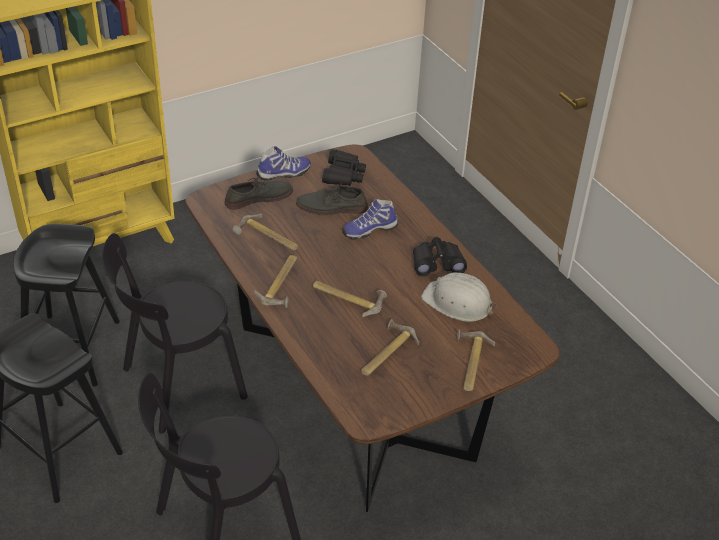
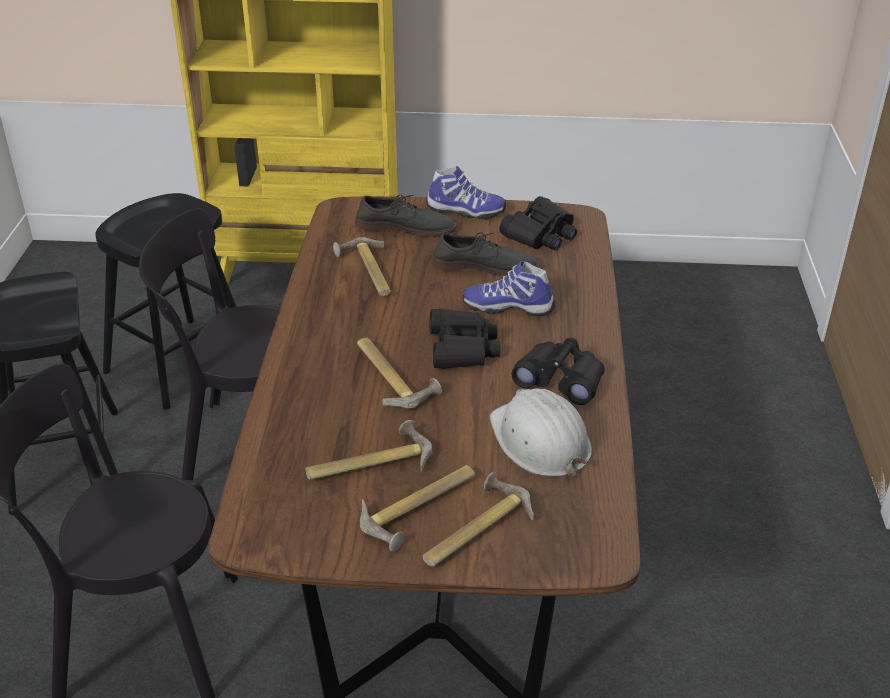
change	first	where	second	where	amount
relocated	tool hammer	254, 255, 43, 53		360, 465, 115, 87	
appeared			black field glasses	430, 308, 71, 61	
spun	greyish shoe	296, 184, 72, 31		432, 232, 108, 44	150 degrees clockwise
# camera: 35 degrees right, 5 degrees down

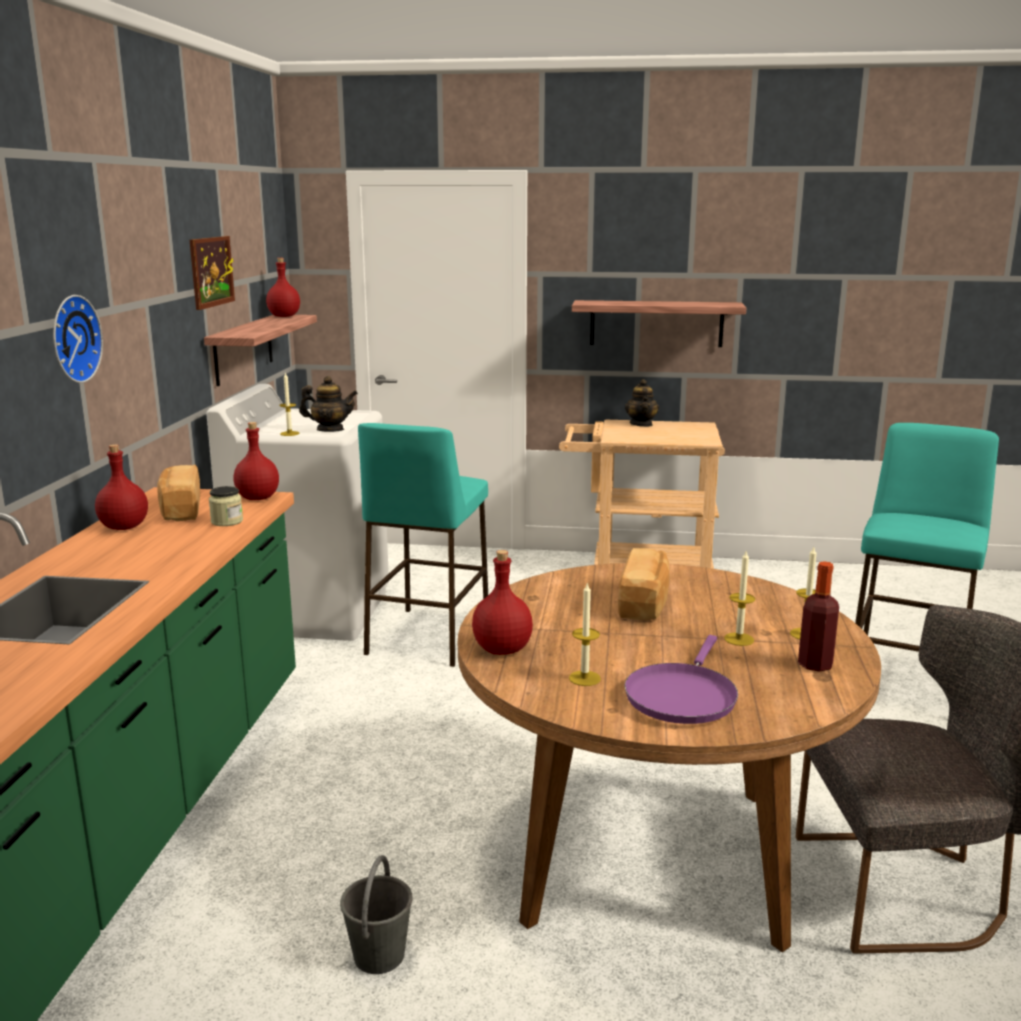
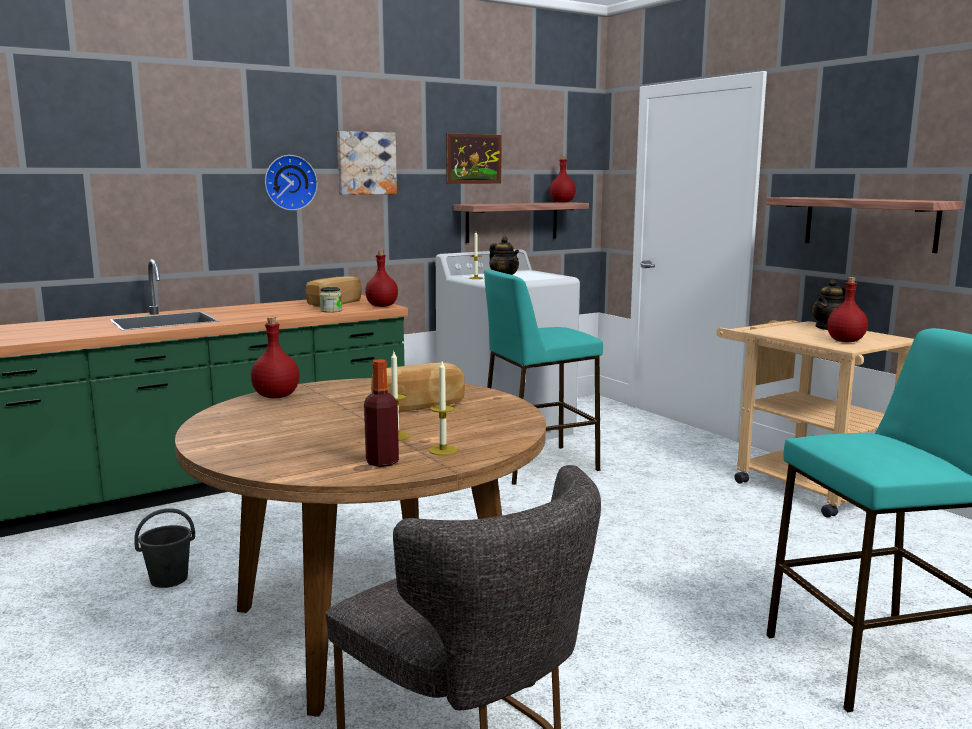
change	first	where	second	where	amount
appeared			picture	337, 131, 60, 64	
relocated	red beverage bottle	95, 444, 53, 86		827, 277, 41, 65	
missing	wax candle	569, 582, 32, 104			
missing	purplish pan	624, 635, 114, 89			
# camera: 50 degrees right, 5 degrees down

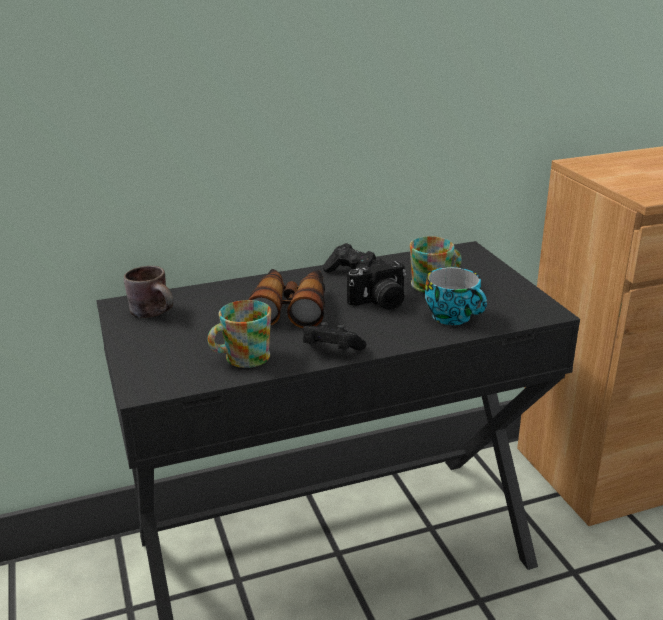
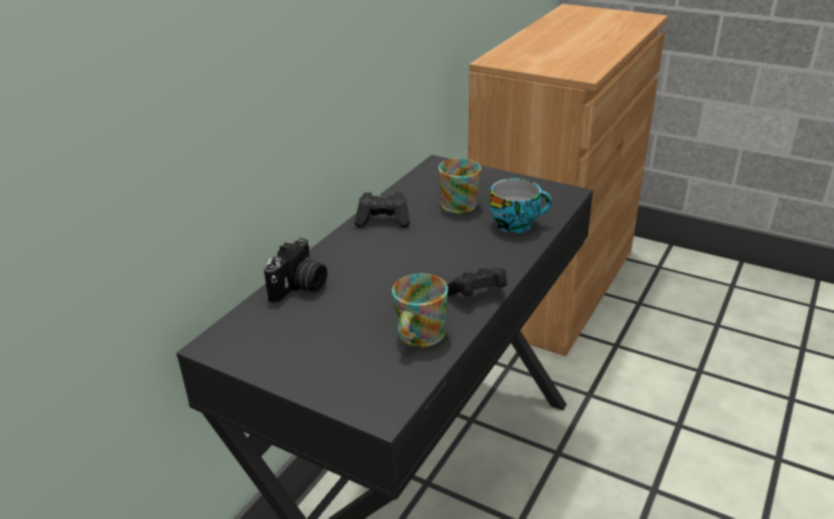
change	first	where	second	where	amount
relocated	still camera	347, 259, 59, 51		264, 238, 63, 65	
missing	brown coffee mug	124, 266, 49, 52			
missing	field glasses	248, 269, 77, 59			
# camera: 40 degrees left, 5 degrees up

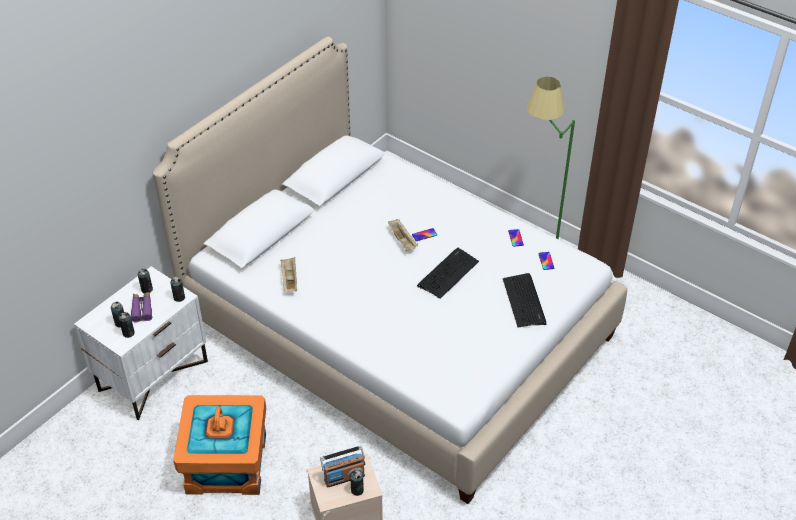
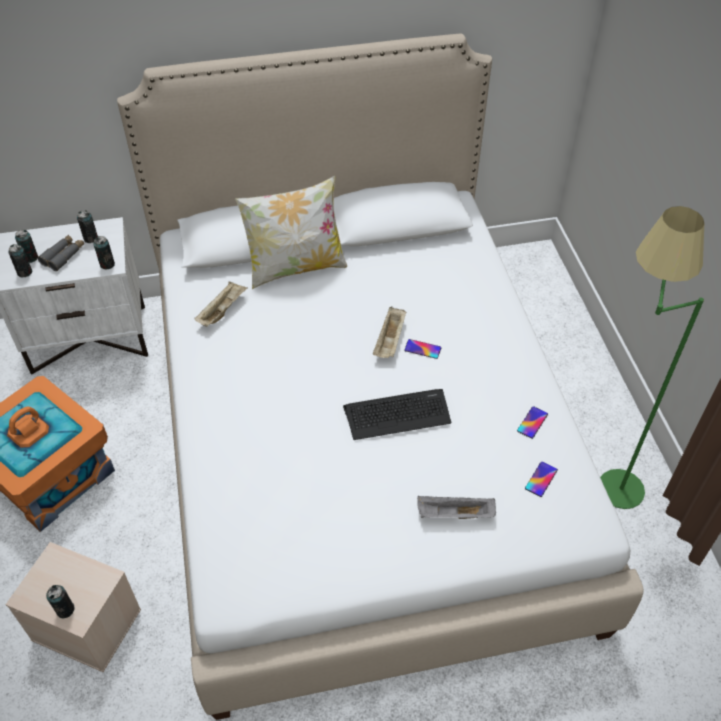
change	first	where	second	where	amount
colour	purplish field glasses	131, 292, 21, 30	greyish field glasses	38, 235, 46, 36	
appeared			cushion	235, 176, 112, 113	
exchanged	computer keyboard	503, 273, 43, 54	greyish tray	417, 496, 79, 23	
missing	radio	320, 446, 45, 42			
# camera: 40 degrees right, 5 degrees up

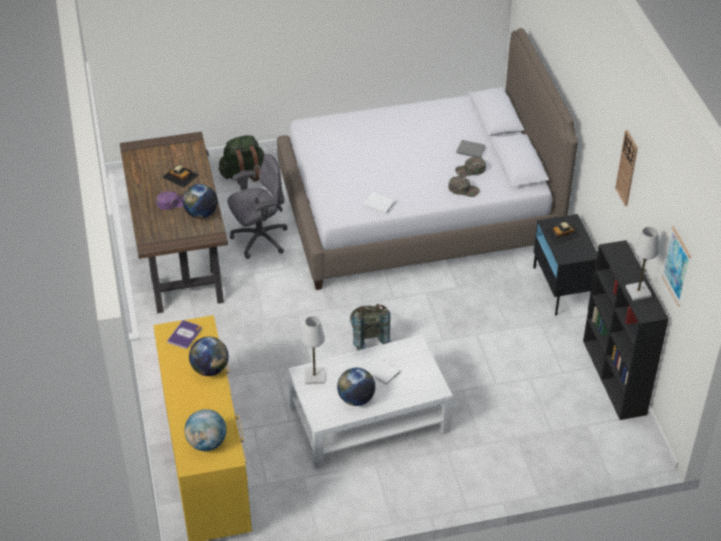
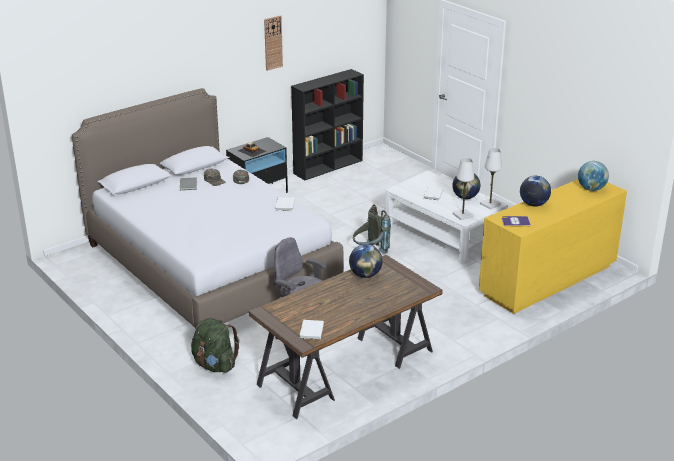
change	first	where	second	where	amount
appeared			whitish volume	300, 320, 24, 20	
relocated	whitish lamp for a table	625, 227, 34, 74		480, 148, 22, 61	
missing	purplish cap	156, 191, 28, 19			
missing	model car	162, 165, 37, 23			
missing	picture	661, 226, 30, 80			
# camera: 115 degrees left, 15 degrees down

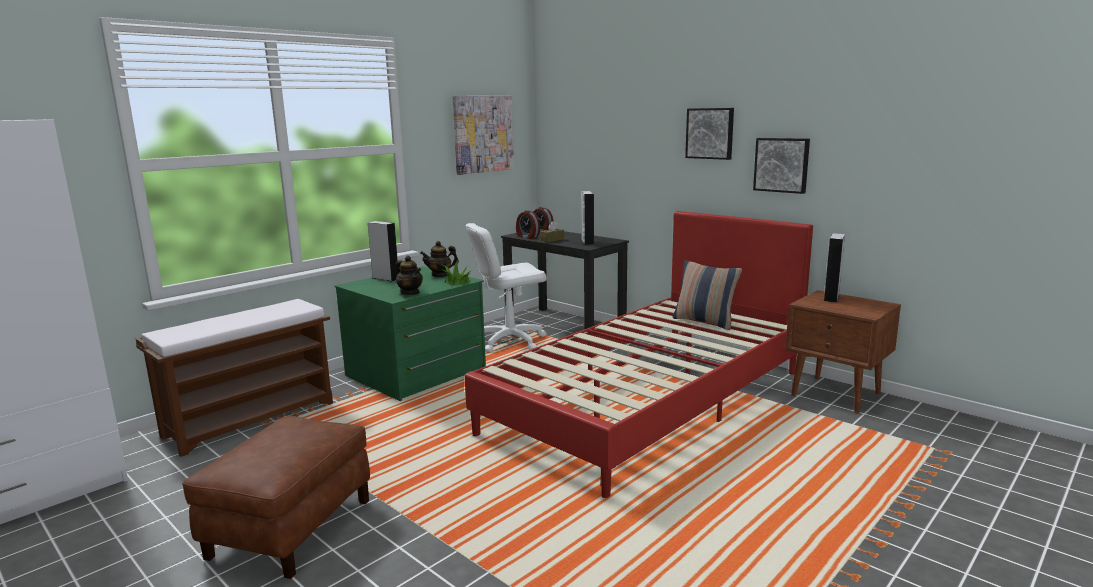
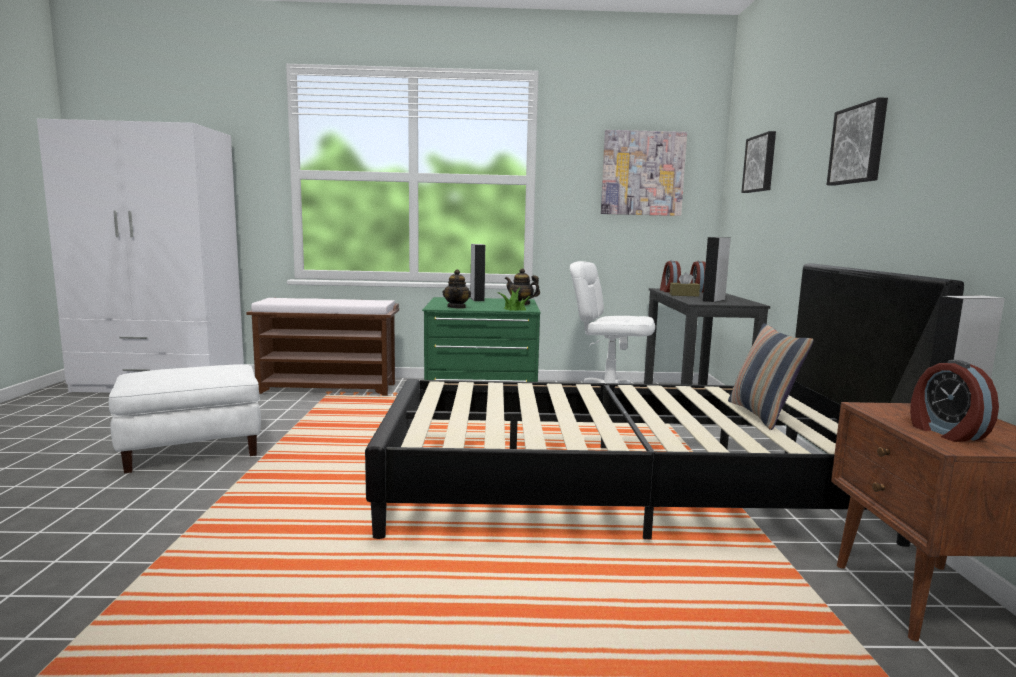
change	first	where	second	where	amount
colour	brown pouffe	182, 415, 188, 164	whitish pouffe	109, 364, 152, 109	
colour	red bed	465, 211, 348, 287	black bed	365, 263, 599, 284	
relocated	picture	753, 138, 57, 56		741, 131, 35, 62	
appeared			alarm clock	910, 360, 89, 82	
# camera: 45 degrees right, 5 degrees down

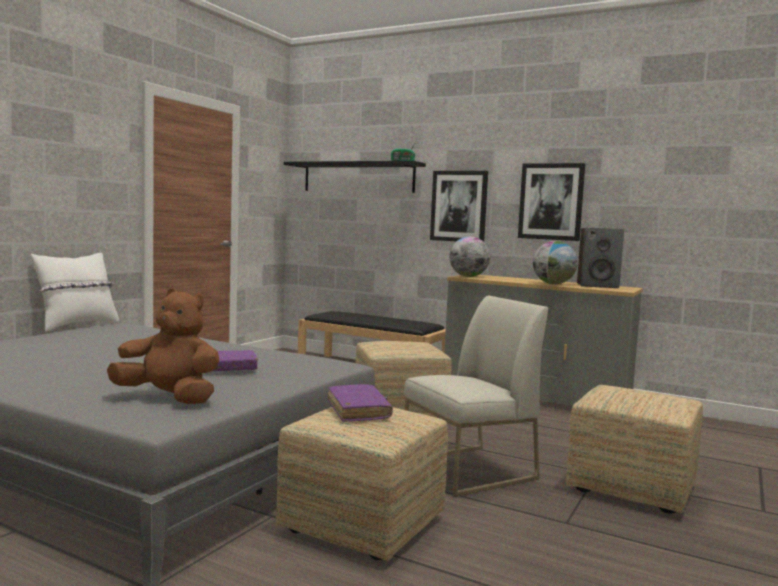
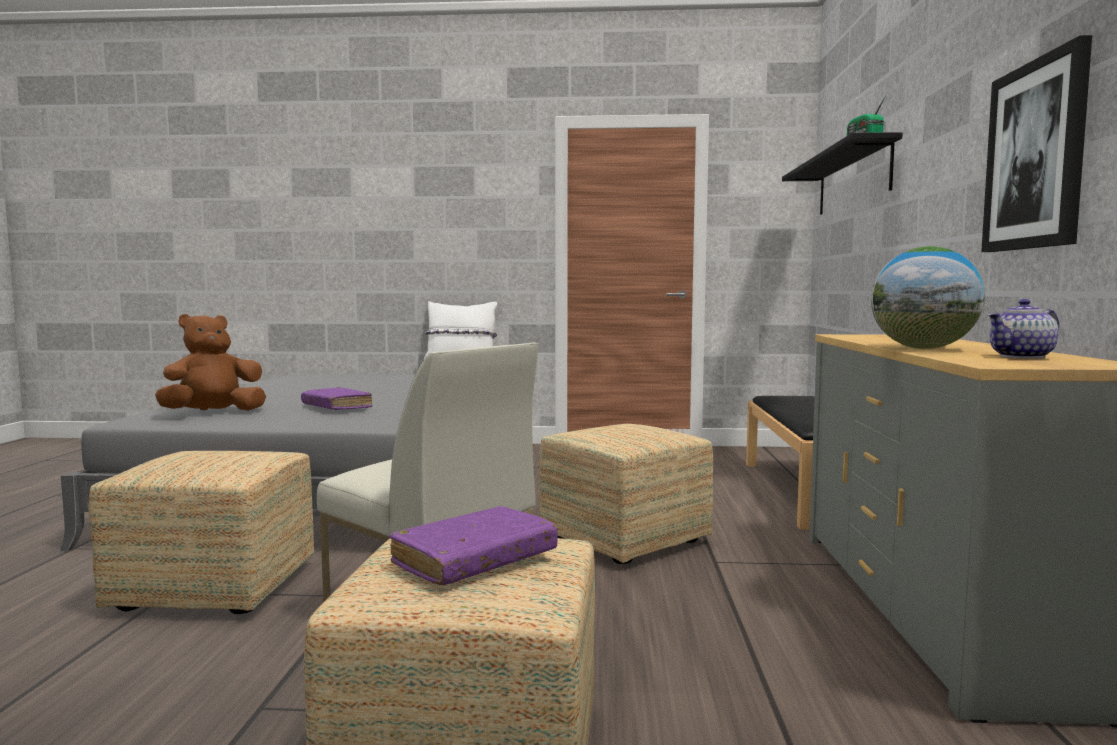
change	first	where	second	where	amount
spun	brown soft toy	107, 288, 112, 116		155, 314, 111, 97	120 degrees counterclockwise
relocated	purplish volume	328, 384, 65, 38		389, 506, 169, 79	
exchanged	speaker	577, 228, 47, 60	teapot	988, 299, 71, 60	
missing	picture	430, 171, 58, 71			
missing	globe	449, 236, 41, 41			
# camera: 65 degrees right, 0 degrees up

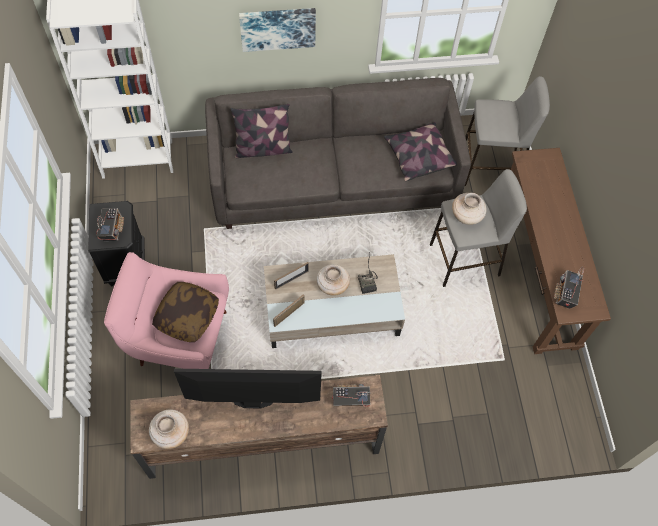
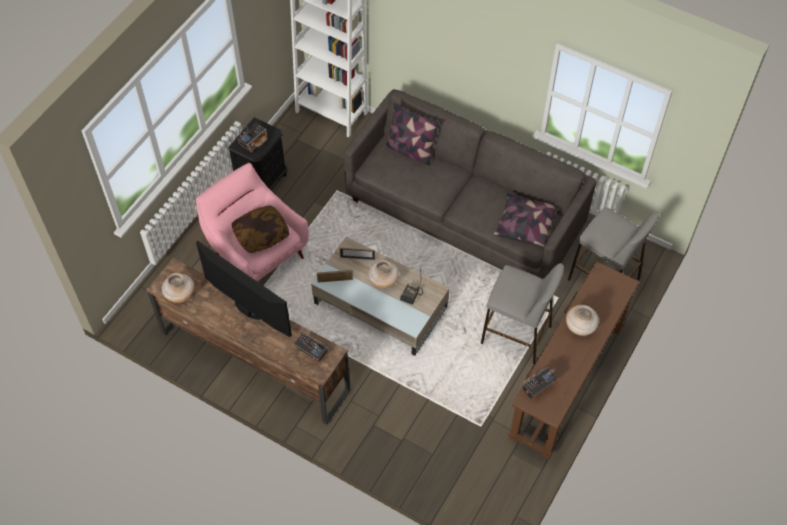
change	first	where	second	where	amount
relocated	beige-coloured vase	452, 193, 35, 32		566, 305, 33, 31	
missing	picture	239, 8, 77, 44			
# camera: 40 degrees right, 5 degrees down

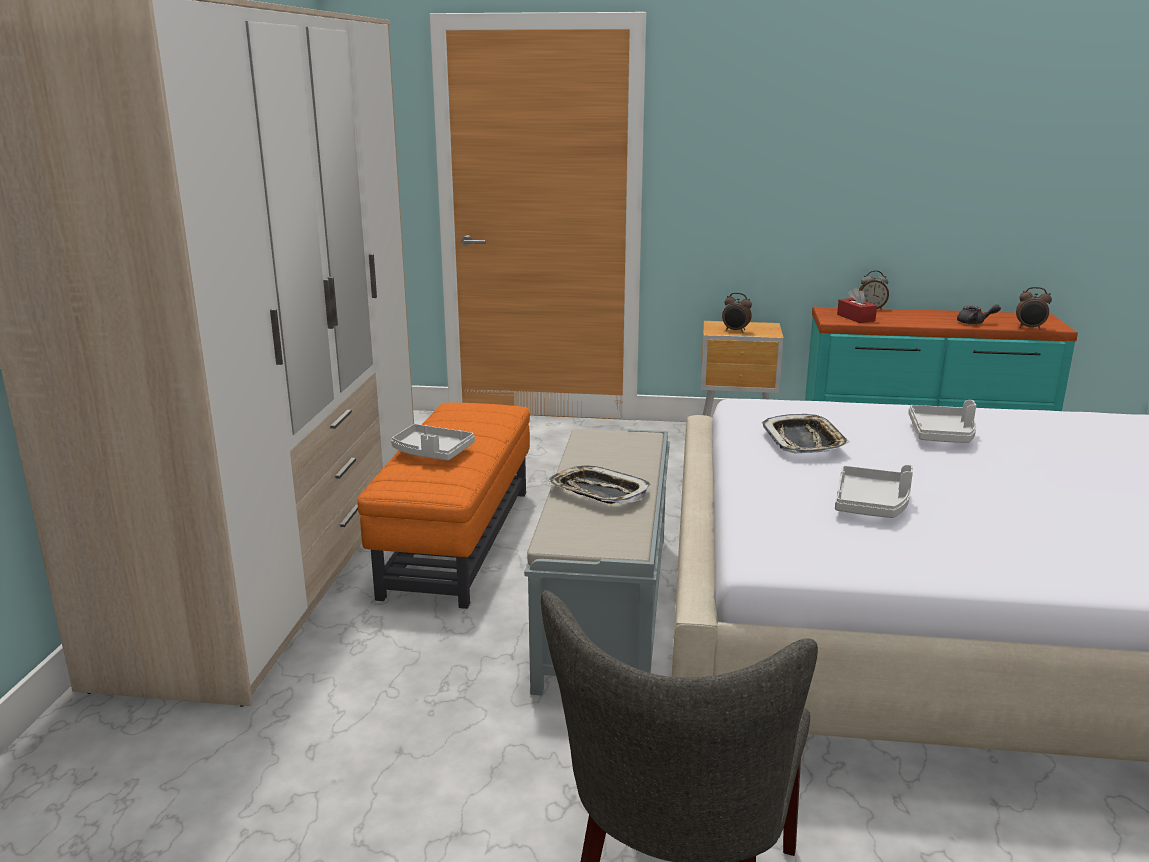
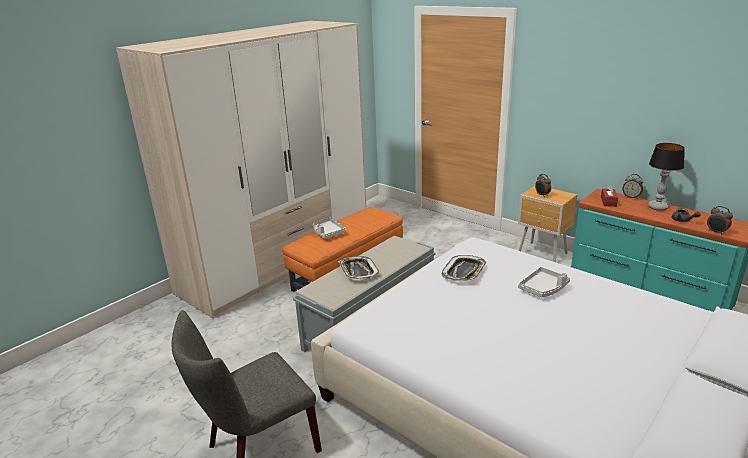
change	first	where	second	where	amount
appeared			lamp for a table	648, 143, 37, 68	
missing	greyish tray	835, 465, 78, 53			
# camera: 35 degrees right, 5 degrees up

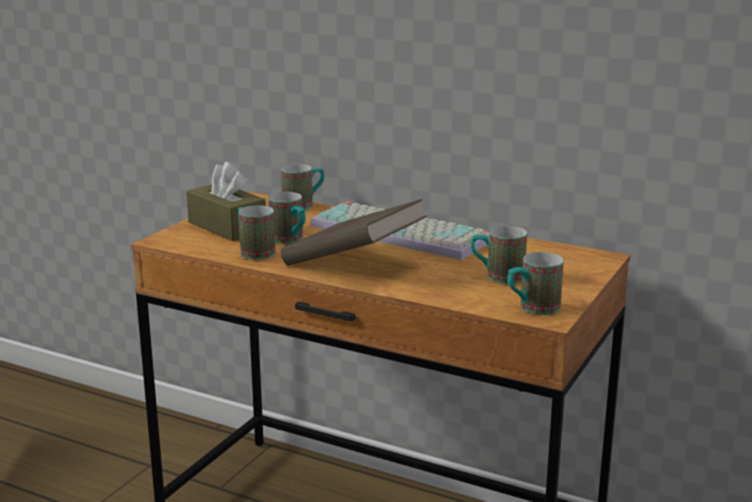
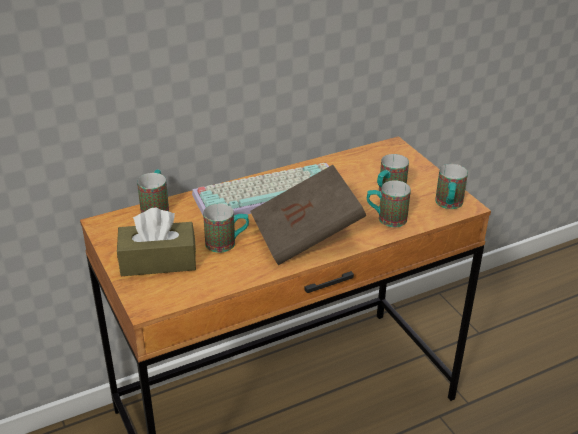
change	first	where	second	where	amount
relocated	coffee mug	238, 205, 37, 55		367, 180, 44, 47	
# camera: 55 degrees left, 15 degrees up

